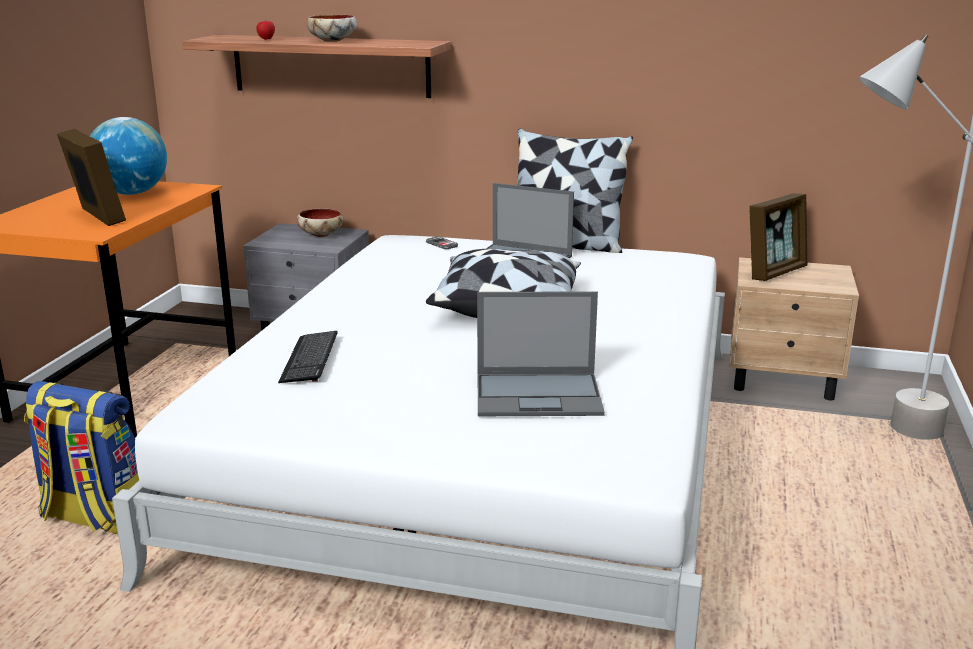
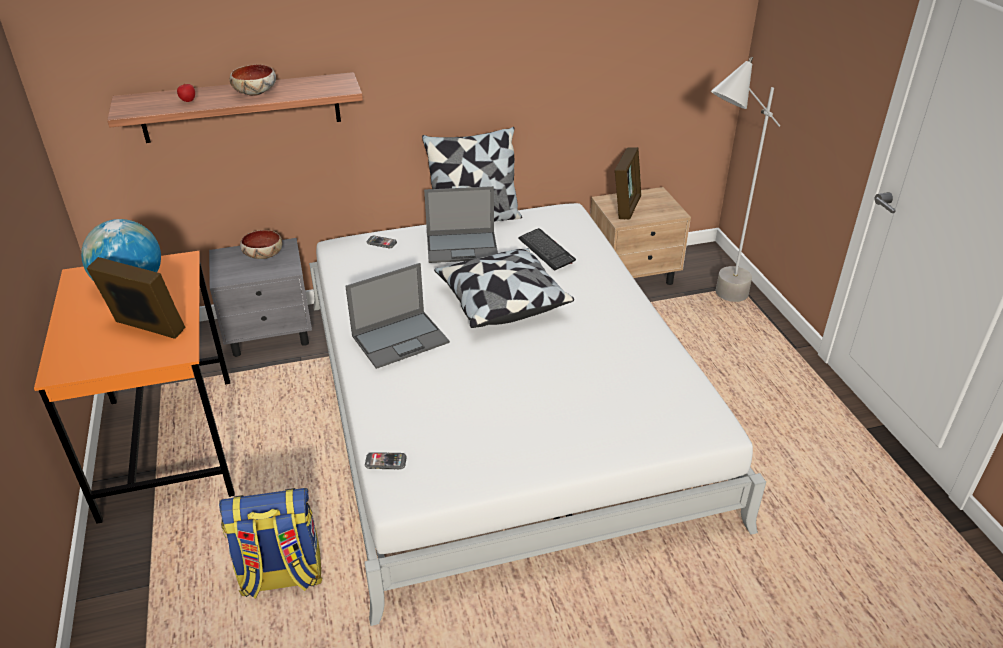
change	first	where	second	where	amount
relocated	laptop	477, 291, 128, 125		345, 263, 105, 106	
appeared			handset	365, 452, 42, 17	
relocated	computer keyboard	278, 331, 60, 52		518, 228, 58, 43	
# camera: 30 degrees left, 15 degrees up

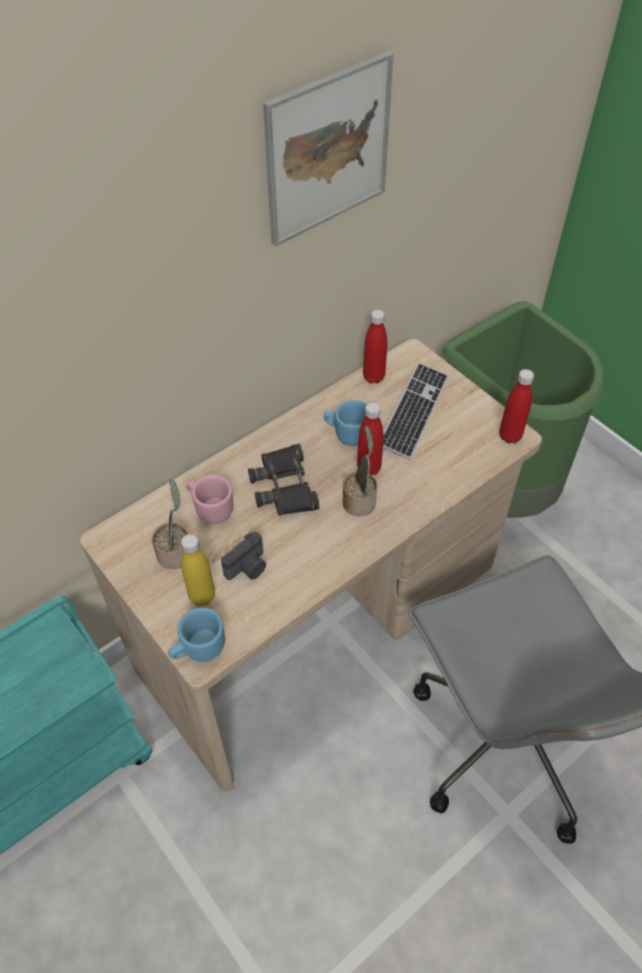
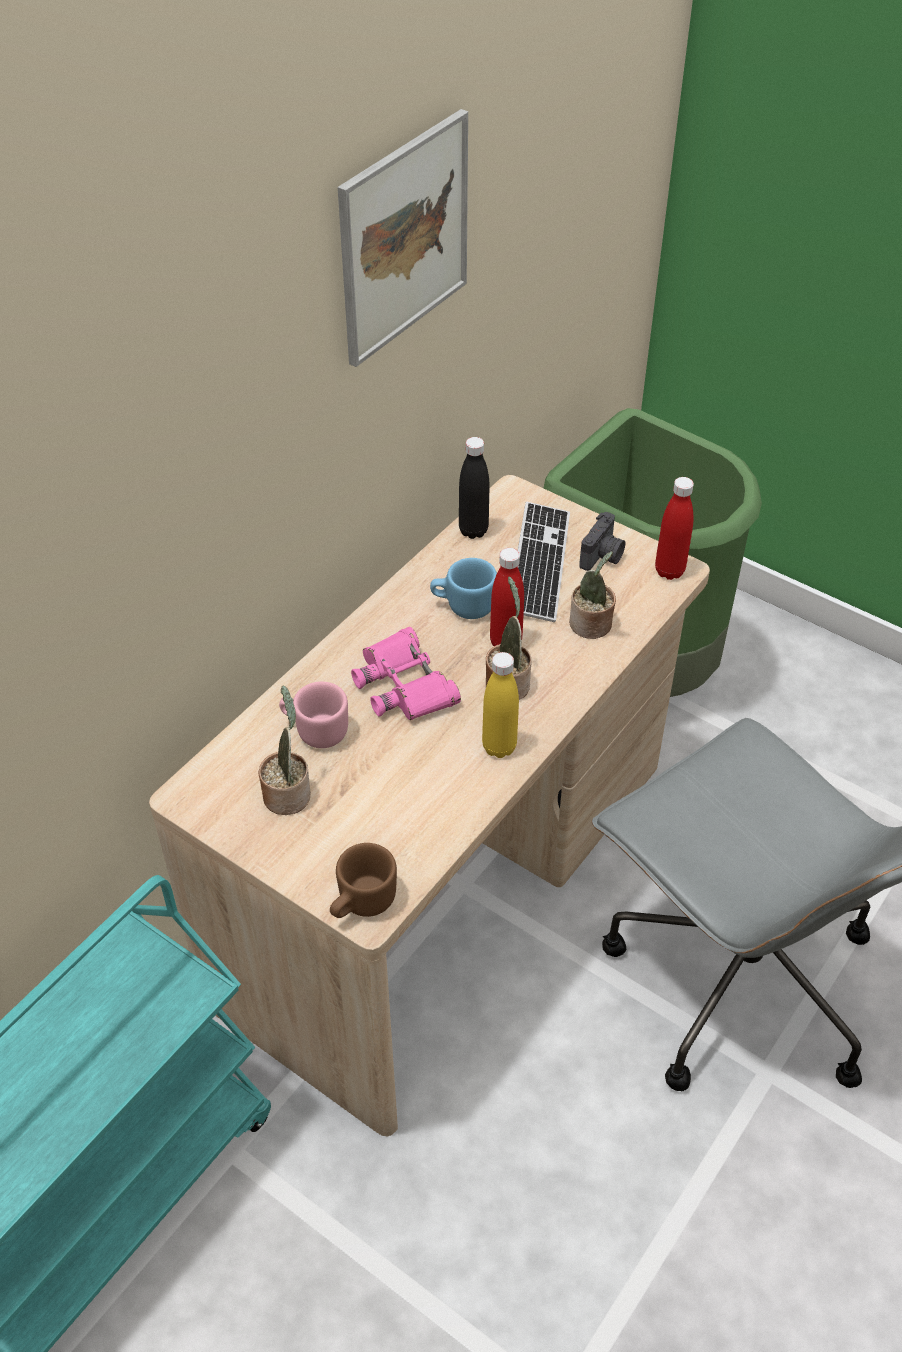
change	first	where	second	where	amount
colour	bluish coffee mug	168, 607, 57, 55	brown coffee mug	330, 843, 67, 75	
colour	black field glasses	248, 444, 72, 71	pink field glasses	351, 627, 110, 93	
colour	red beverage bottle	363, 310, 24, 74	black beverage bottle	459, 437, 31, 102	
relocated	yellow-coloured beverage bottle	181, 534, 34, 72		482, 652, 37, 106	
appeared			potted plant	569, 551, 47, 88	
relocated	still camera	221, 532, 45, 48		579, 512, 46, 59	
# camera: 15 degrees left, 5 degrees down

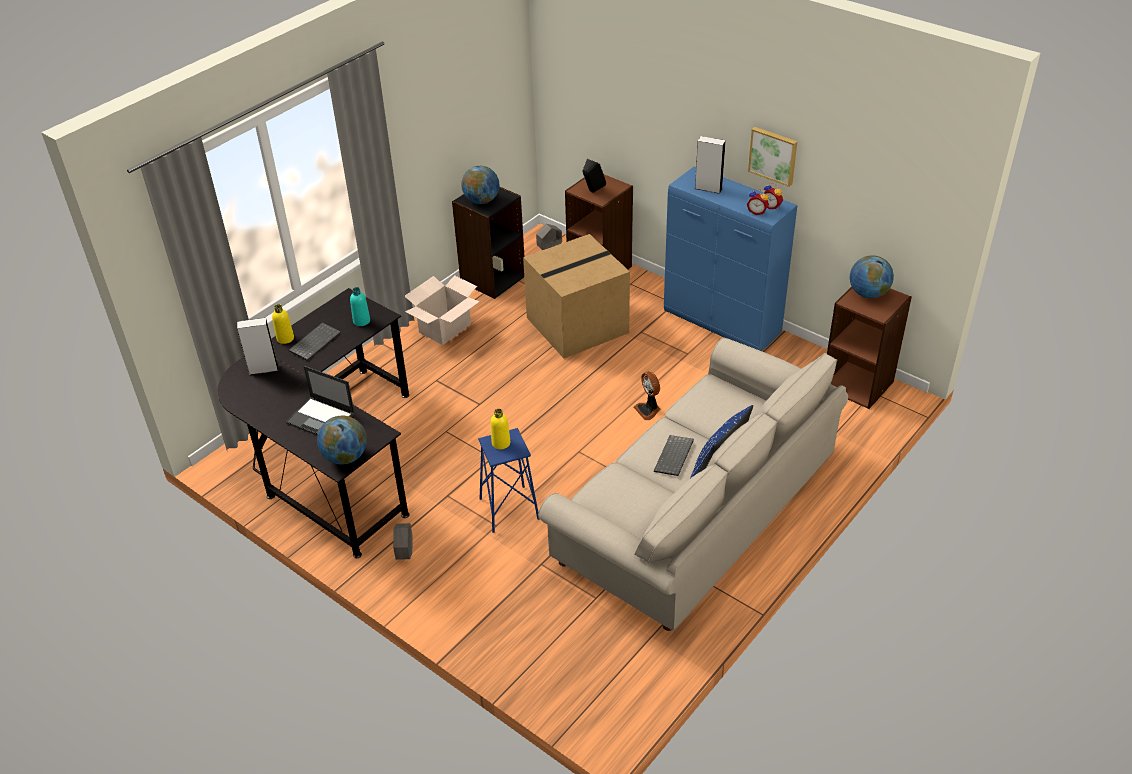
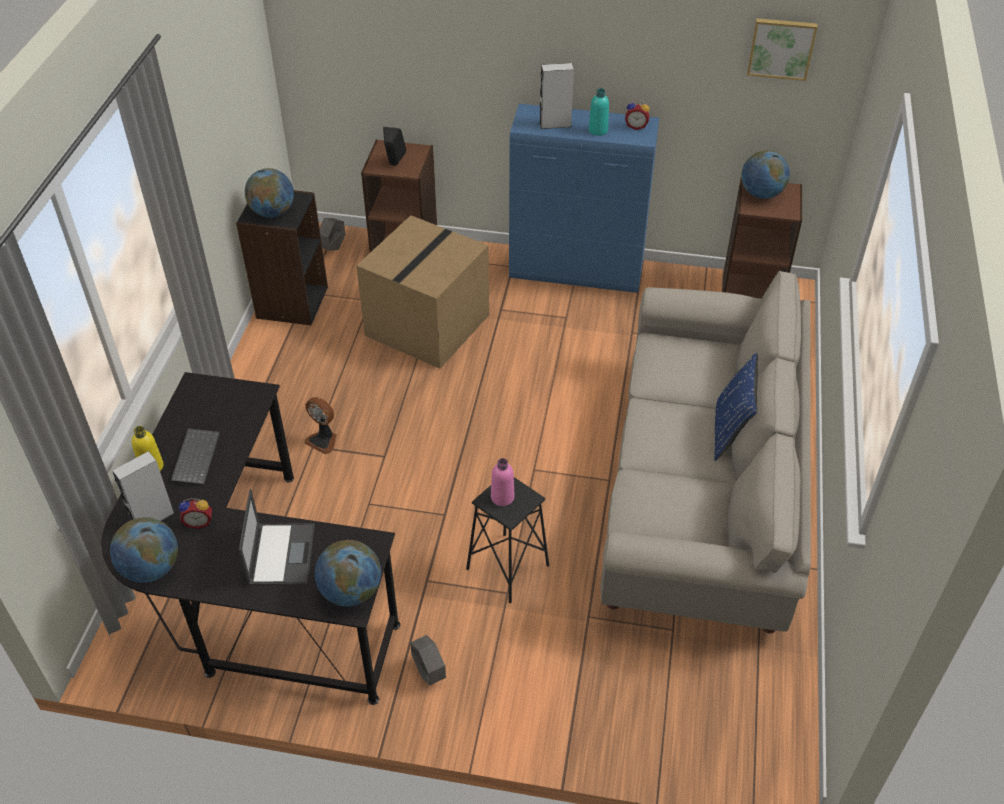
change	first	where	second	where	amount
appeared			globe	110, 517, 68, 66	
relocated	alarm clock	747, 189, 22, 26		179, 498, 33, 31	
spun	laptop	286, 366, 69, 70		239, 489, 76, 96	90 degrees counterclockwise
relocated	electric fan	634, 371, 27, 49		304, 397, 33, 57	
colour	bluish sitting stool	478, 428, 61, 105	black sitting stool	466, 477, 83, 126	
colour	yellow-coloured beverage bottle	491, 409, 19, 40	pink beverage bottle	491, 458, 24, 48	
relocated	blue-green beverage bottle	350, 287, 20, 39		589, 88, 20, 48	
relocated	picture	748, 127, 49, 60		747, 18, 71, 63	
missing	cardboard box	405, 275, 75, 70			
missing	computer keyboard	654, 435, 40, 41			
# camera: 30 degrees left, 5 degrees up

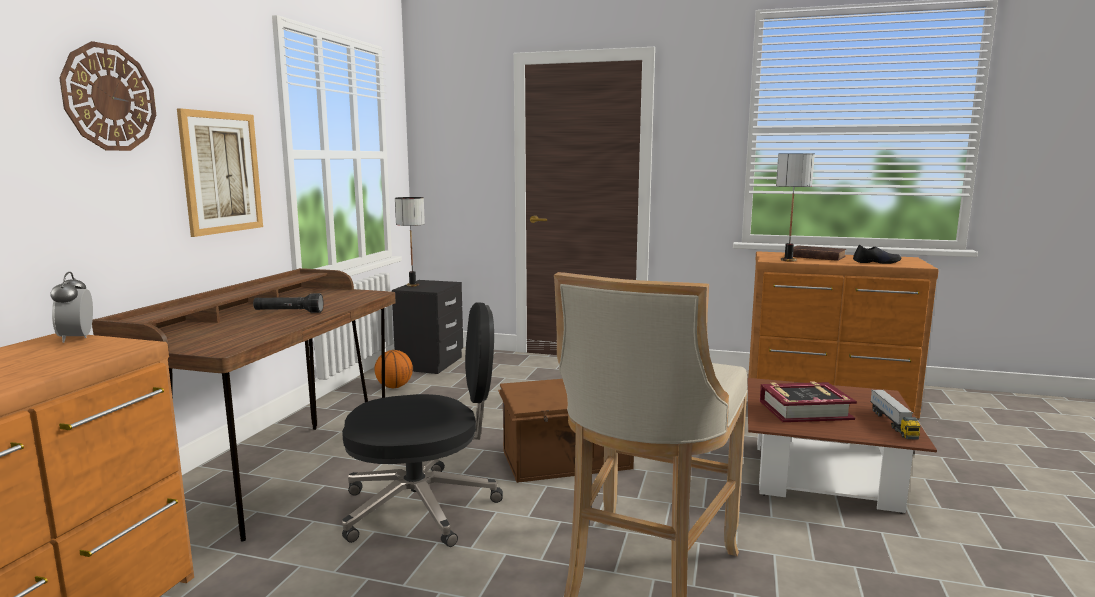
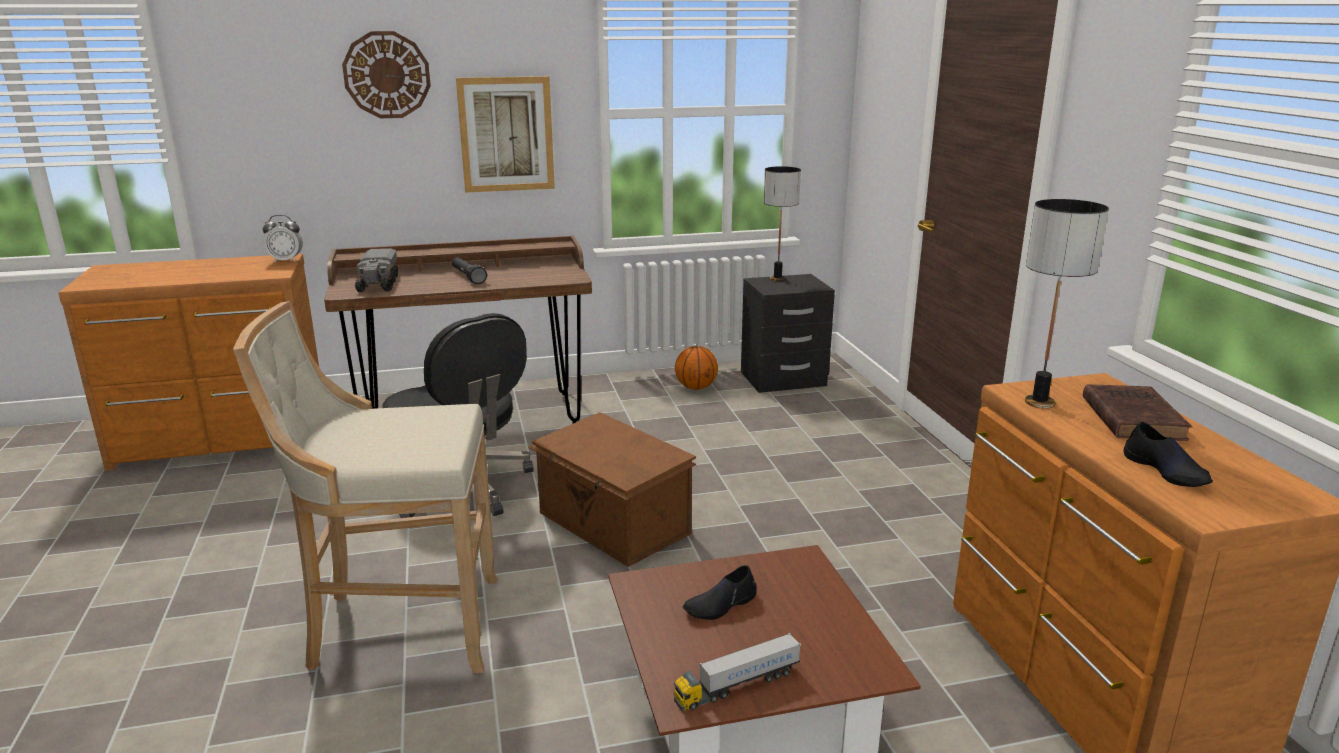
change	first	where	second	where	amount
spun	alarm clock	51, 272, 42, 71		263, 215, 40, 48	135 degrees counterclockwise
appeared			toy truck	355, 248, 43, 44	
exchanged	volume	760, 381, 97, 41	black shoe	683, 565, 74, 55	
# camera: 60 degrees right, 10 degrees up

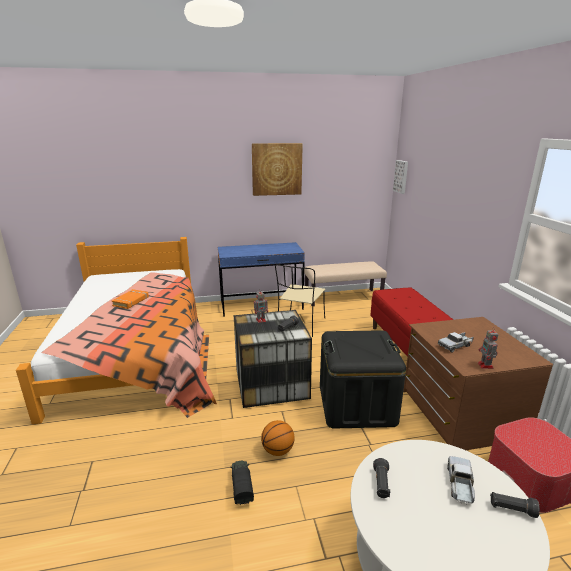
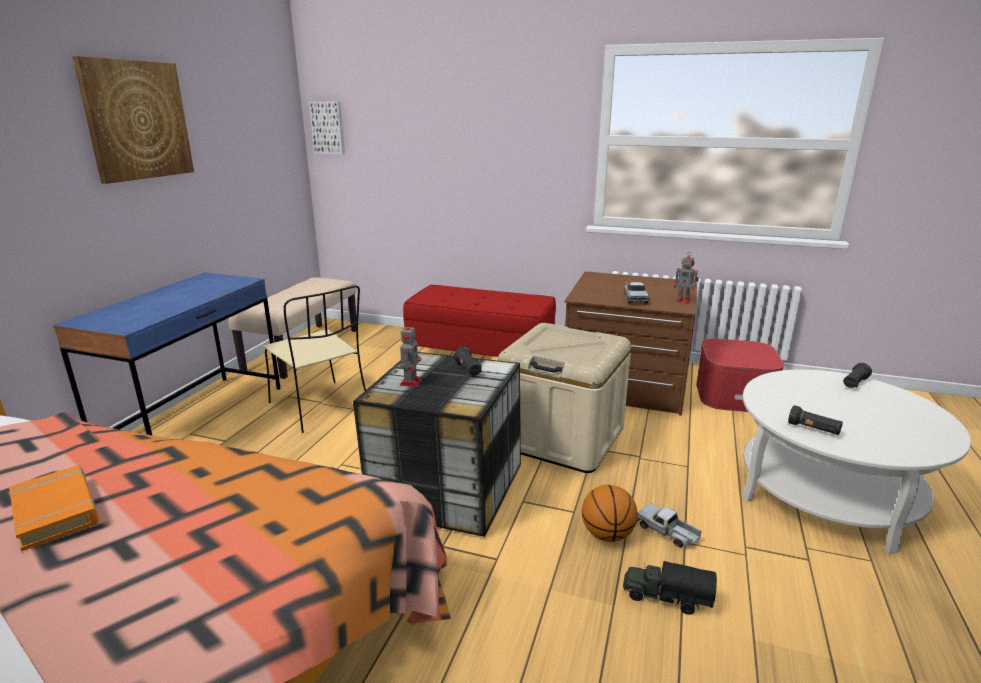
change	first	where	second	where	amount
colour	black storage container	320, 330, 86, 98	beige-coloured storage container	497, 323, 134, 150	
relocated	toy truck	447, 456, 28, 49		637, 504, 65, 44	
# camera: 60 degrees left, 0 degrees up

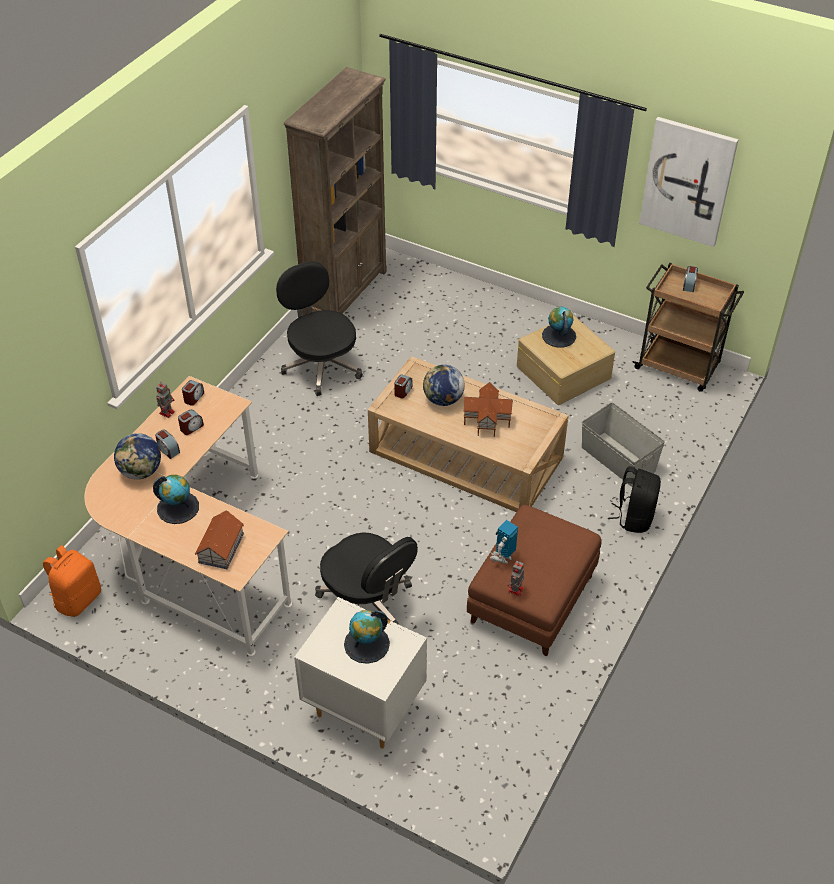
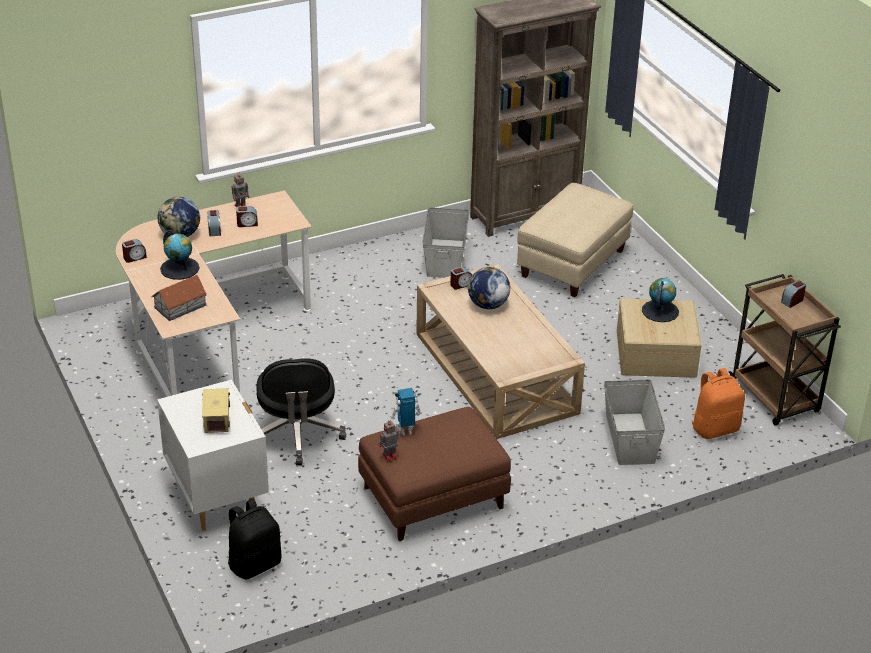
change	first	where	second	where	amount
relocated	alarm clock	182, 380, 22, 26		122, 239, 25, 24	
exchanged	globe	344, 610, 46, 54	toy truck	202, 388, 28, 45	
relocated	black knapsack	608, 466, 53, 67		228, 499, 53, 80	
exchanged	black desk chair	276, 261, 87, 135	greyish storage container	422, 207, 47, 71	
appeared			beige-coloured pouffe	517, 183, 116, 114	
relocated	orangey knapsack	43, 545, 58, 72		692, 368, 53, 71	
missing	toy house	463, 382, 50, 55			
missing	picture	639, 117, 99, 130			
# camera: 35 degrees right, 10 degrees down

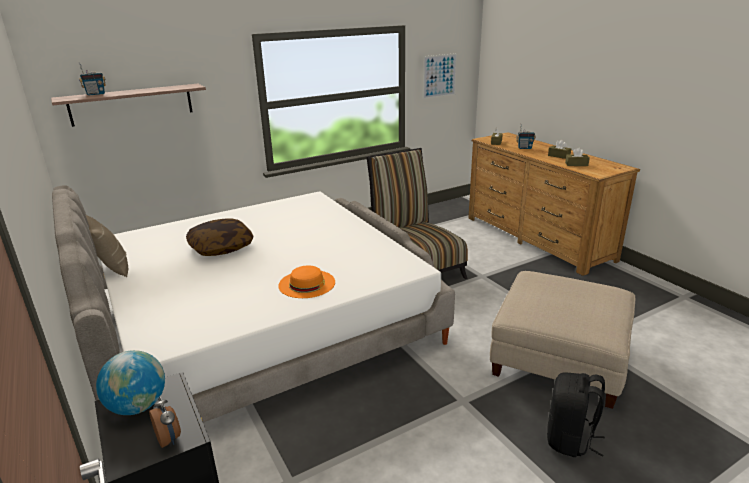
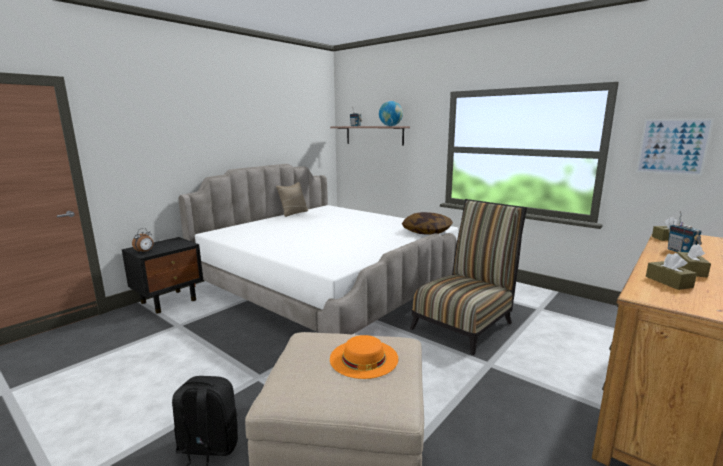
change	first	where	second	where	amount
relocated	orangey wearable hat	278, 265, 57, 33		330, 335, 68, 44	
relocated	globe	96, 350, 69, 65		379, 101, 24, 25	
relocated	cushion	186, 218, 67, 38		402, 212, 51, 23	
# camera: 70 degrees right, 10 degrees down

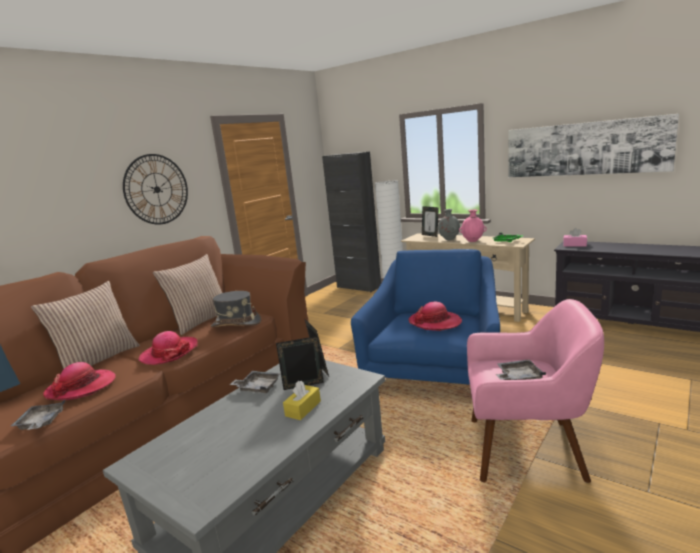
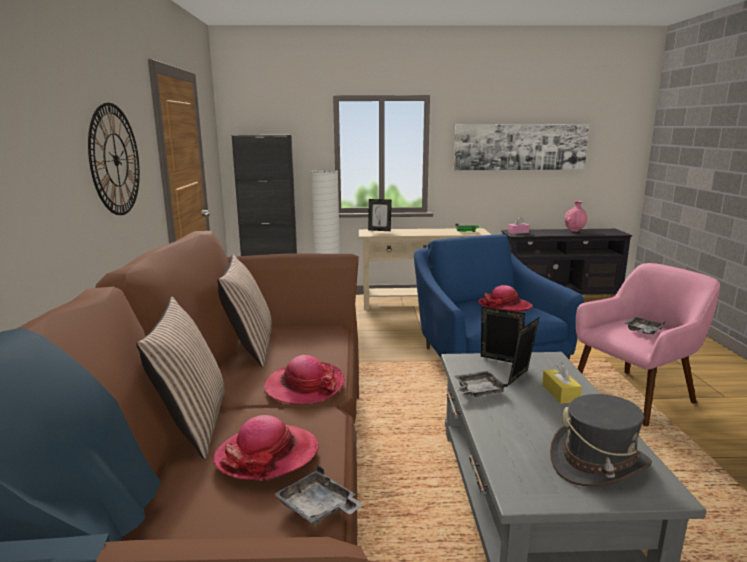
change	first	where	second	where	amount
relocated	greyish wearable hat	211, 291, 50, 36		550, 394, 102, 92	
relocated	pink vase	459, 210, 28, 32		565, 201, 22, 31	
missing	greyish vase	438, 209, 22, 31			
# camera: 40 degrees left, 0 degrees up

